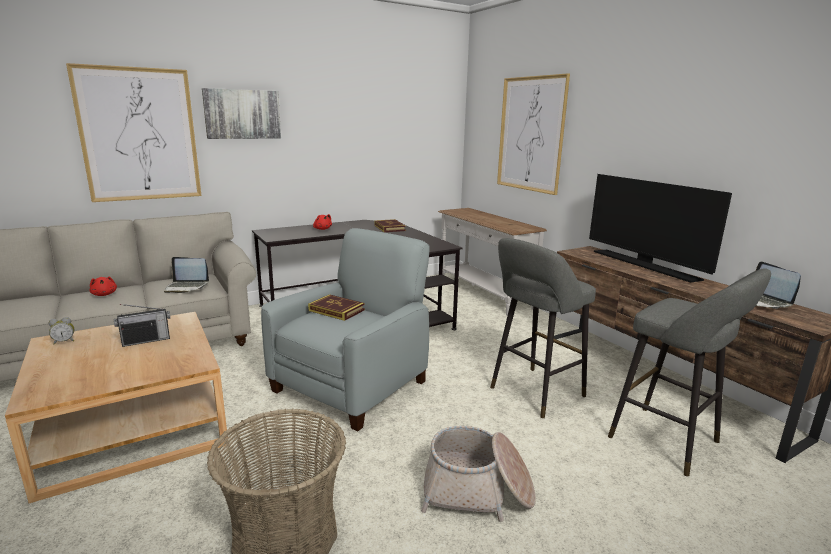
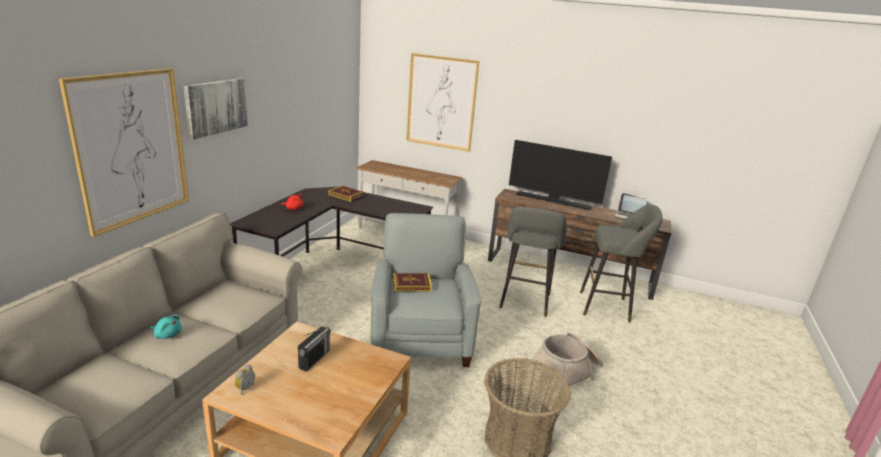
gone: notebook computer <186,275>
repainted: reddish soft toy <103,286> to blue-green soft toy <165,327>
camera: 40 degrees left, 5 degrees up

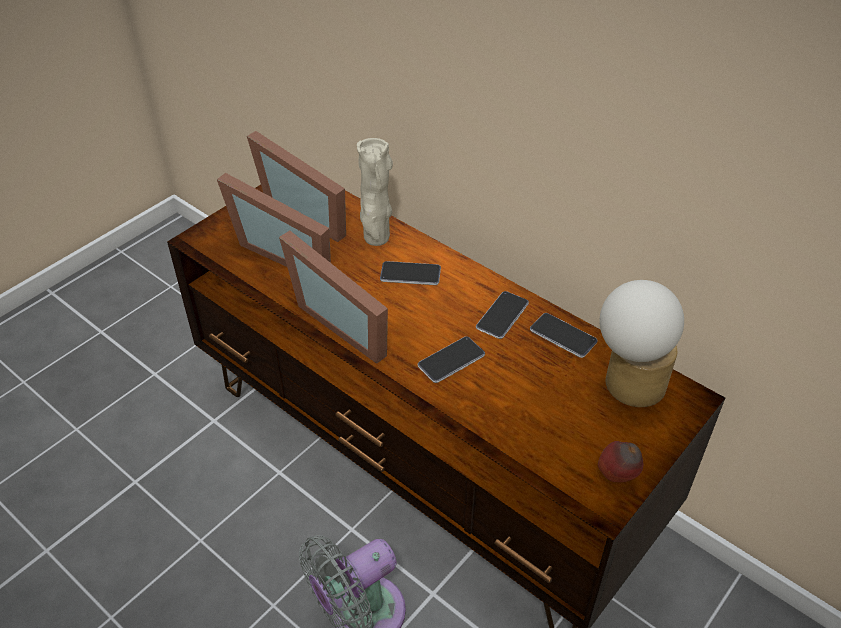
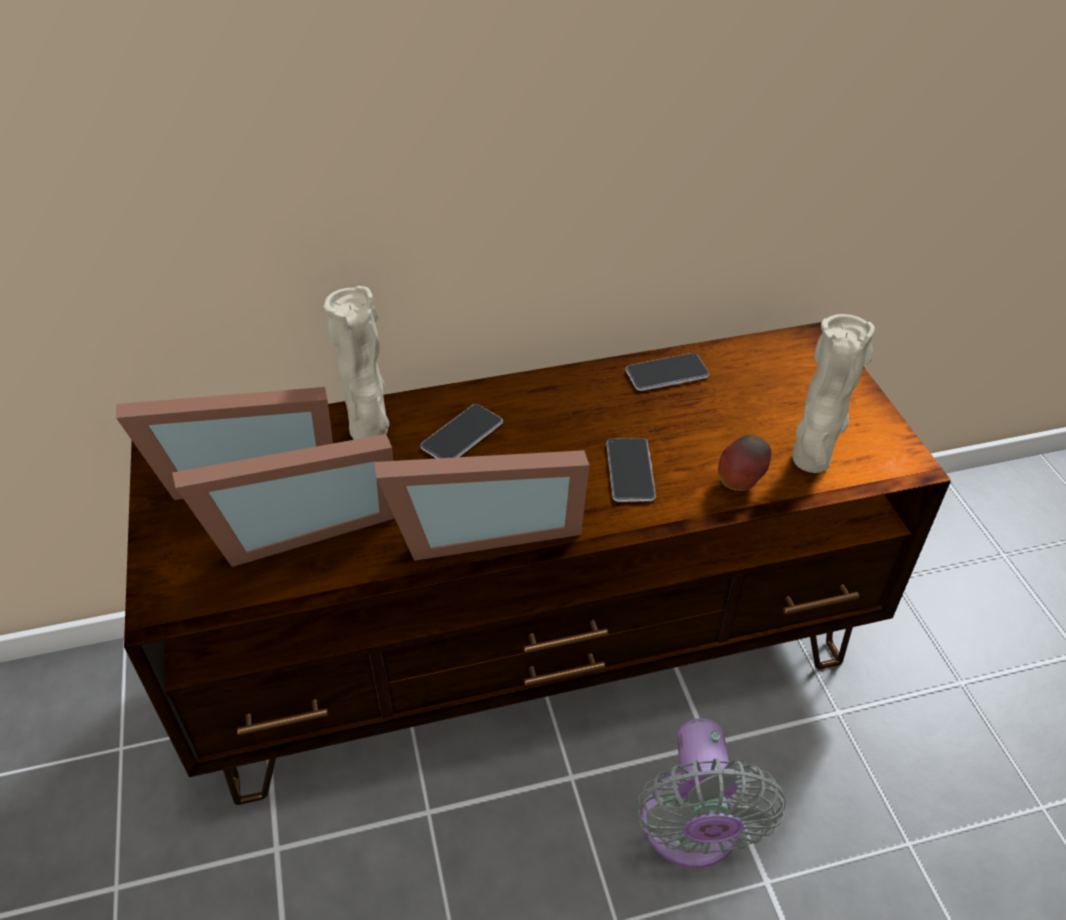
gone: phone <502,315>; table lamp <642,343>
new: beige vase <833,393>
shifted: apple <620,462> to <744,463>
camera: 55 degrees left, 0 degrees up

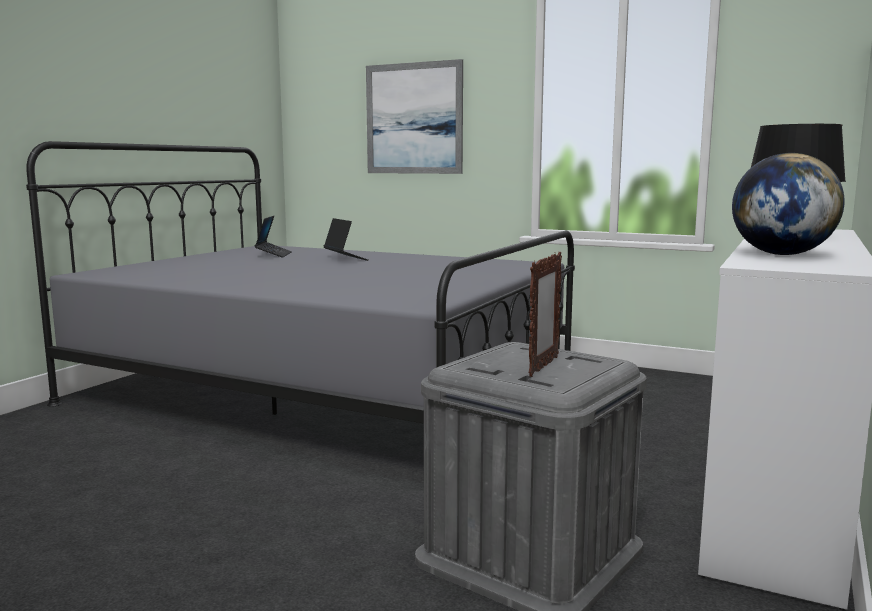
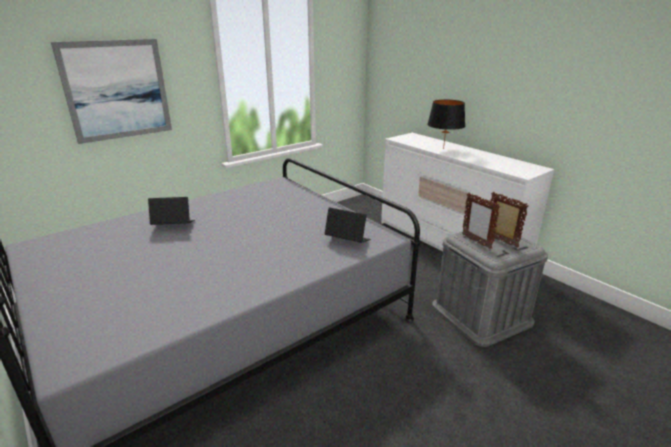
gone: desk globe <788,204>
new: standing frame <481,221>
shifted: notebook computer <273,236> to <347,225>
camera: 65 degrees left, 15 degrees up

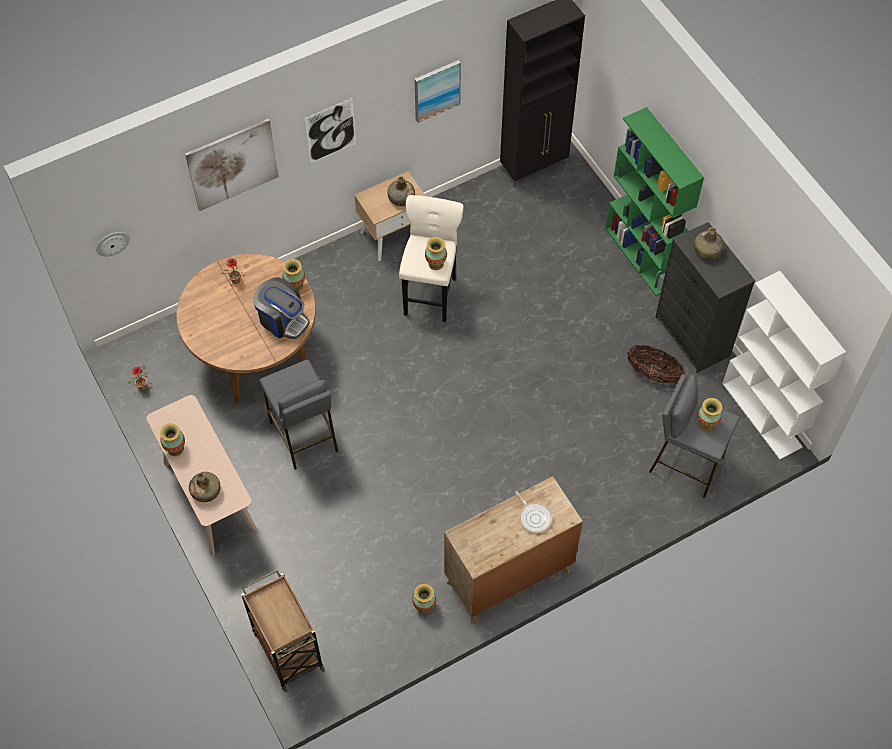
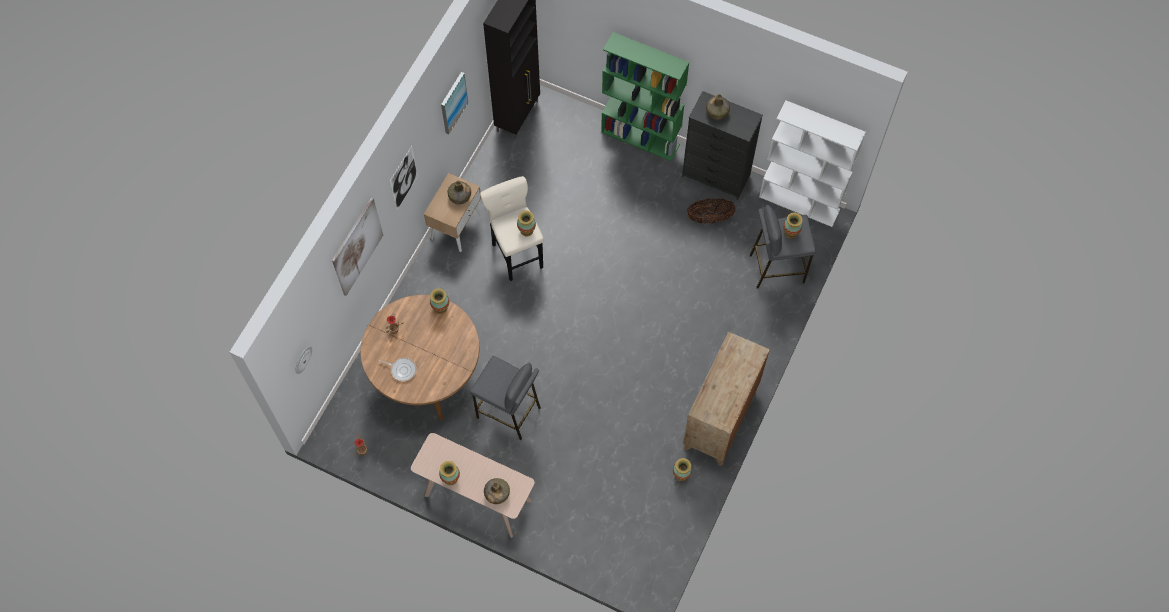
gone: brown trolley <283,631>; coffee maker <281,308>
shifted: skillet <534,512> to <398,369>
camera: 35 degrees left, 5 degrees up

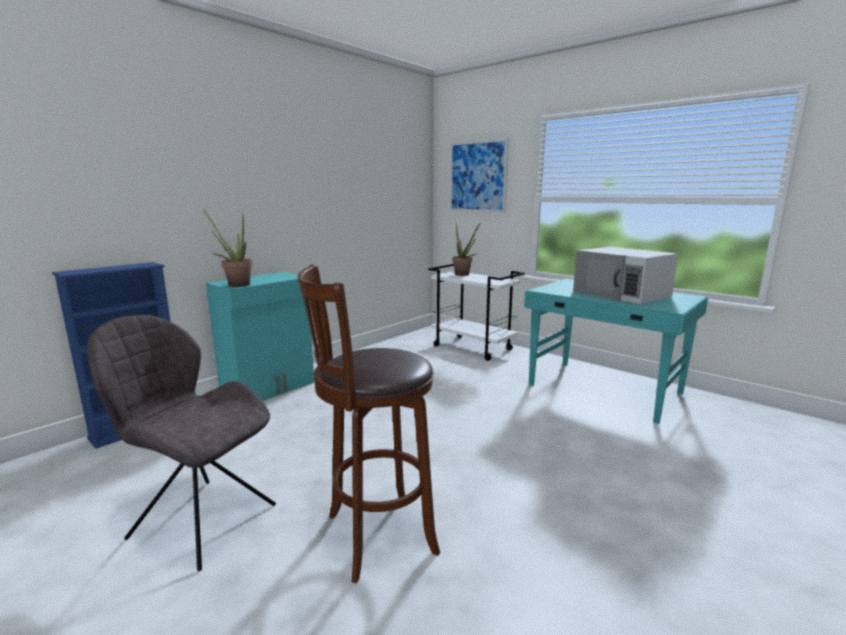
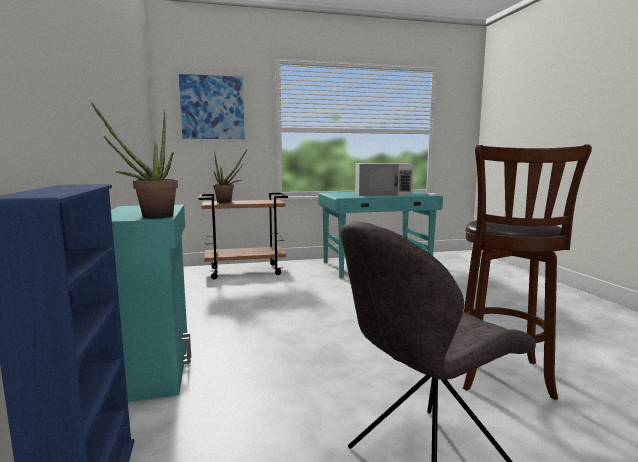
repainted: whitish trolley <476,312> to brown trolley <243,236>
camera: 55 degrees left, 5 degrees down

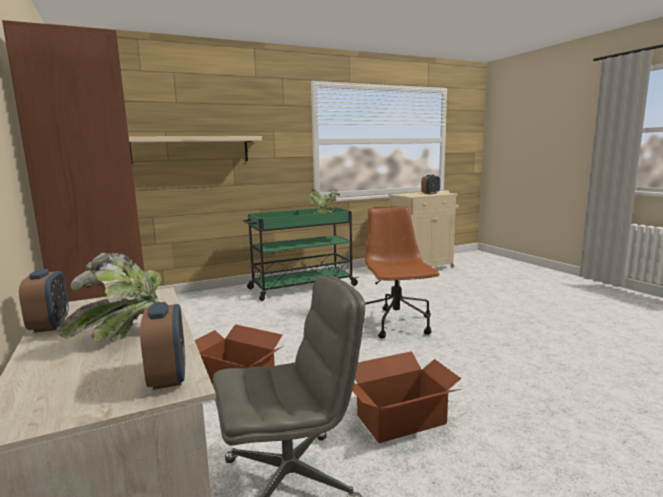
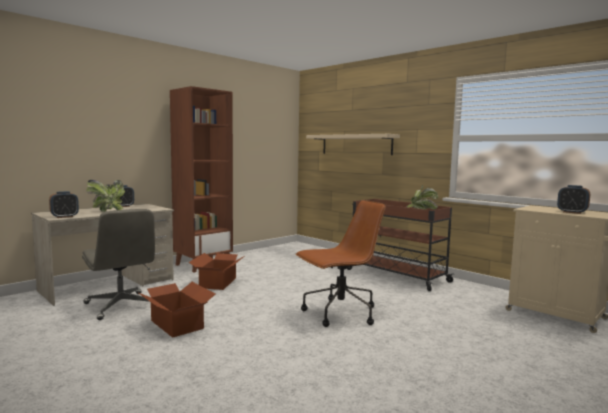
repainted: green trolley <301,254> to brown trolley <401,245>
camera: 70 degrees right, 5 degrees down

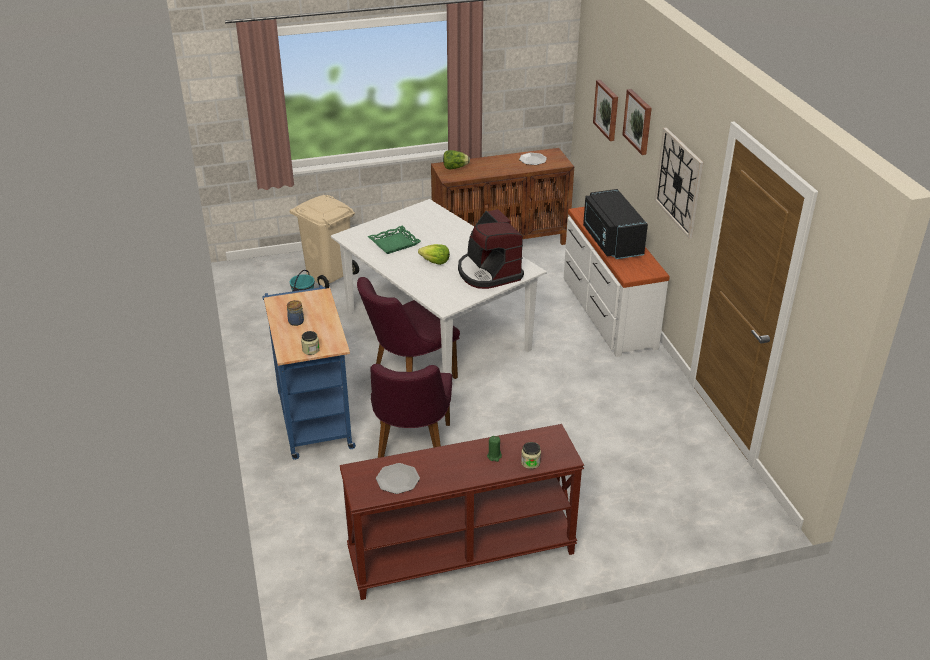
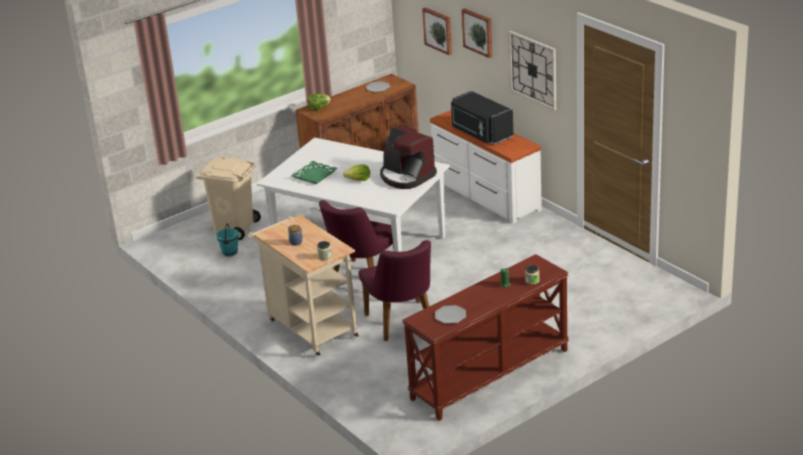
repainted: blue-coloured trolley <309,372> to beige trolley <304,286>
camera: 20 degrees left, 5 degrees down

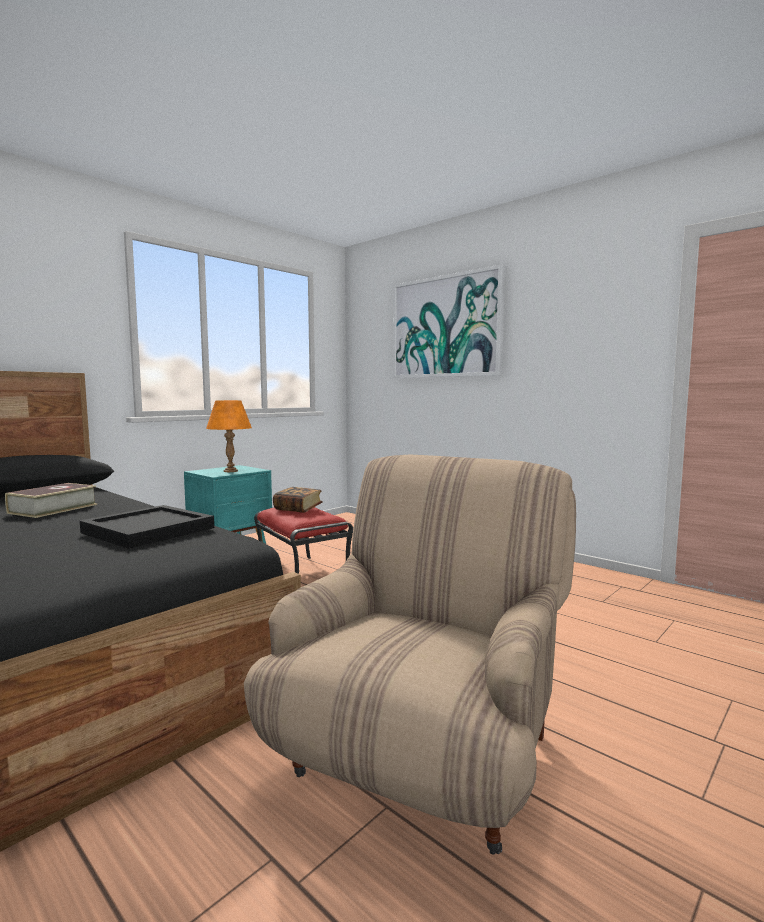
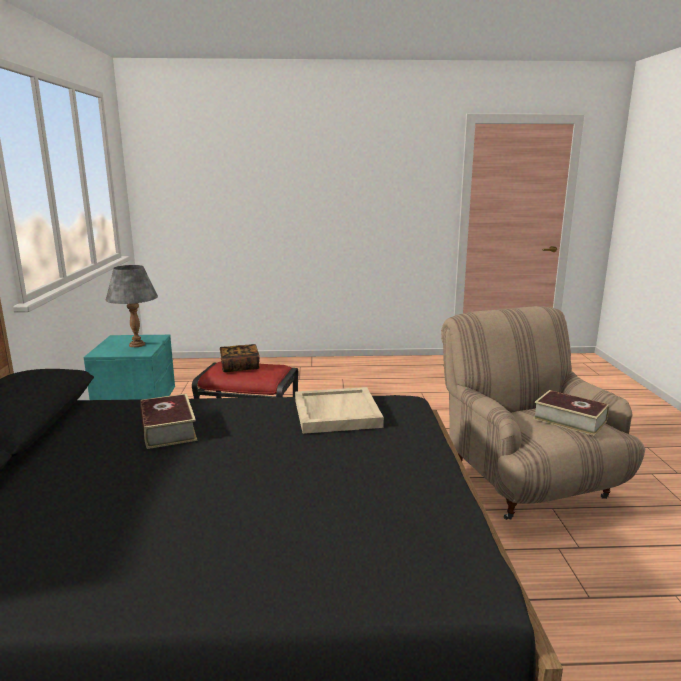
gone: picture <449,321>
new: bound book <571,413>
repainted: black-coloured tray <147,527> to beige tray <339,410>; orange-coloured table lamp <229,436> to gray table lamp <131,306>
camera: 45 degrees left, 10 degrees up

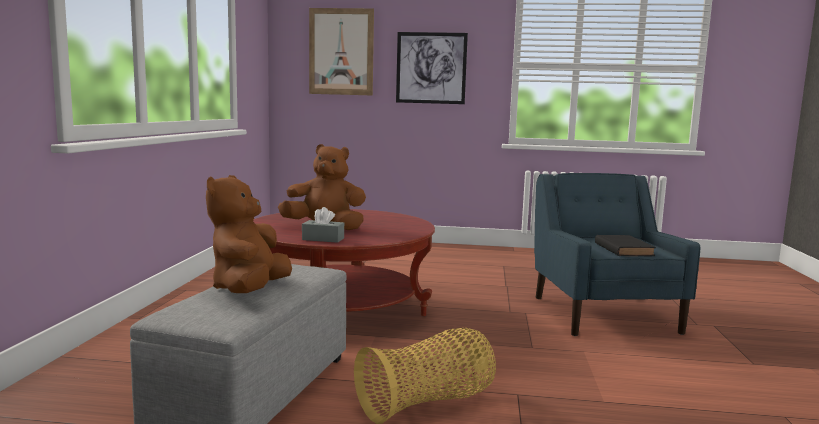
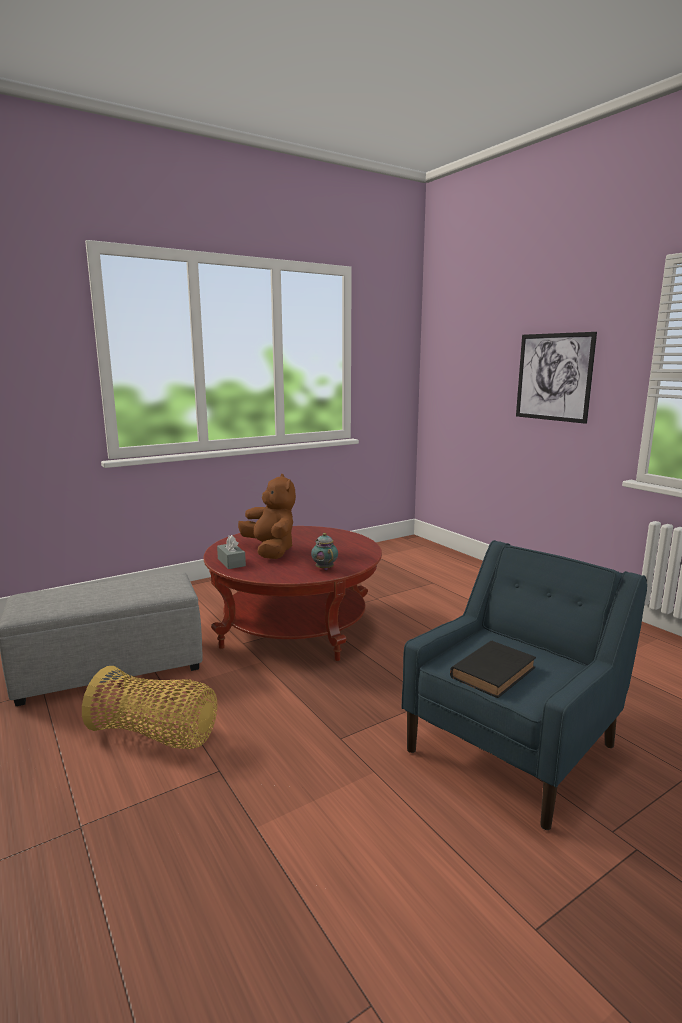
gone: brown soft toy <249,234>; picture <341,52>
new: tea pot <324,551>
camera: 50 degrees right, 5 degrees up

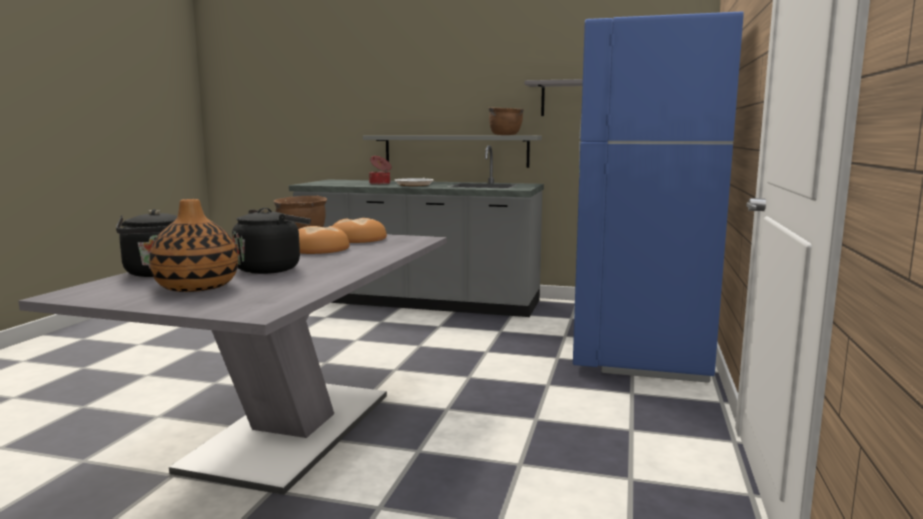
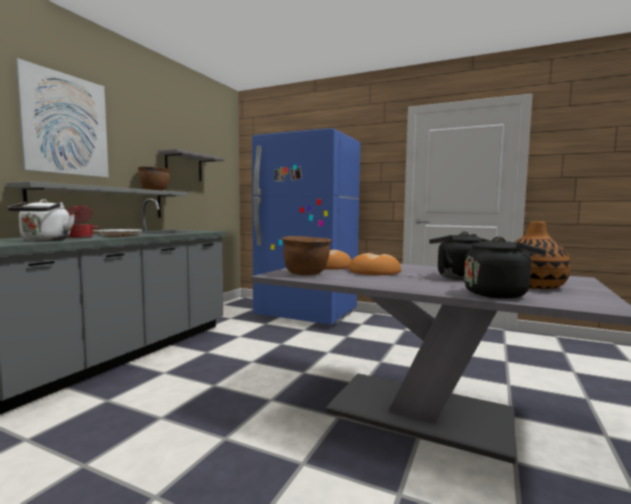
new: whitish water kettle <41,220>; picture <62,118>
camera: 80 degrees left, 5 degrees down

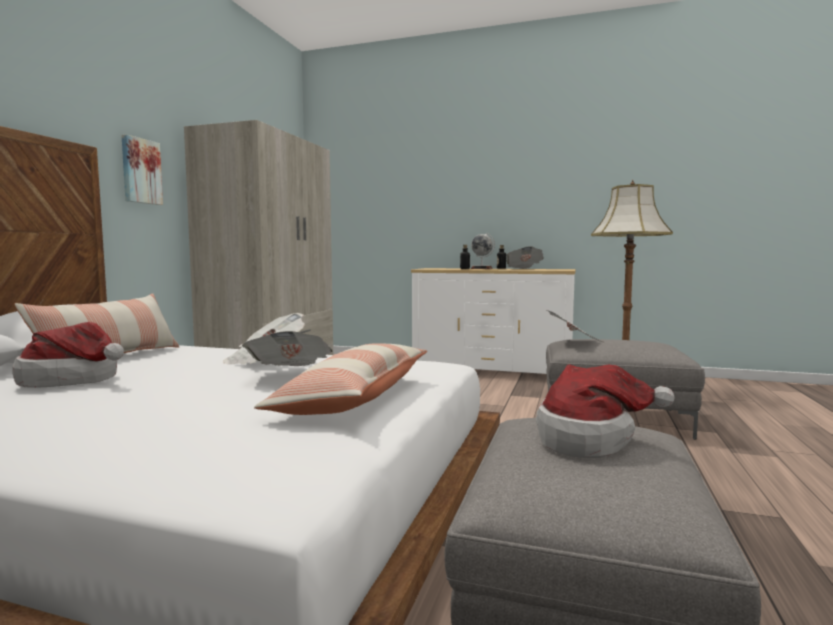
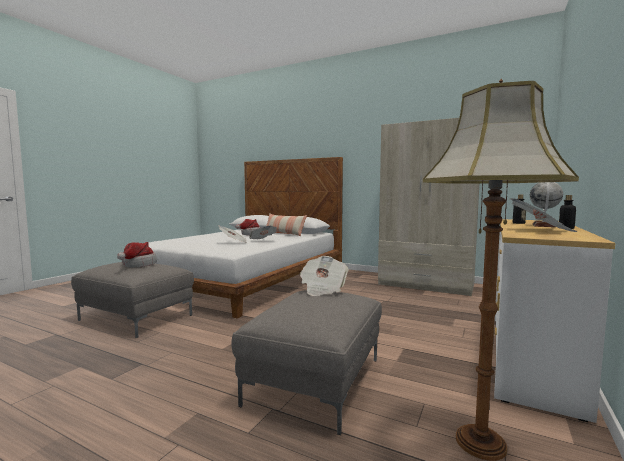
gone: picture <142,169>; pillow <340,379>
camera: 100 degrees right, 0 degrees up

